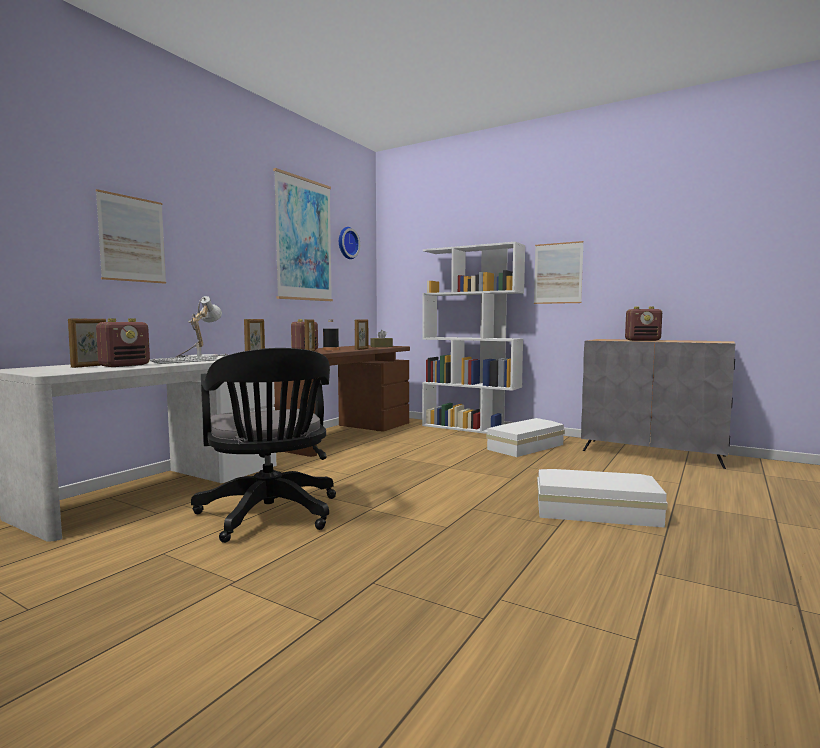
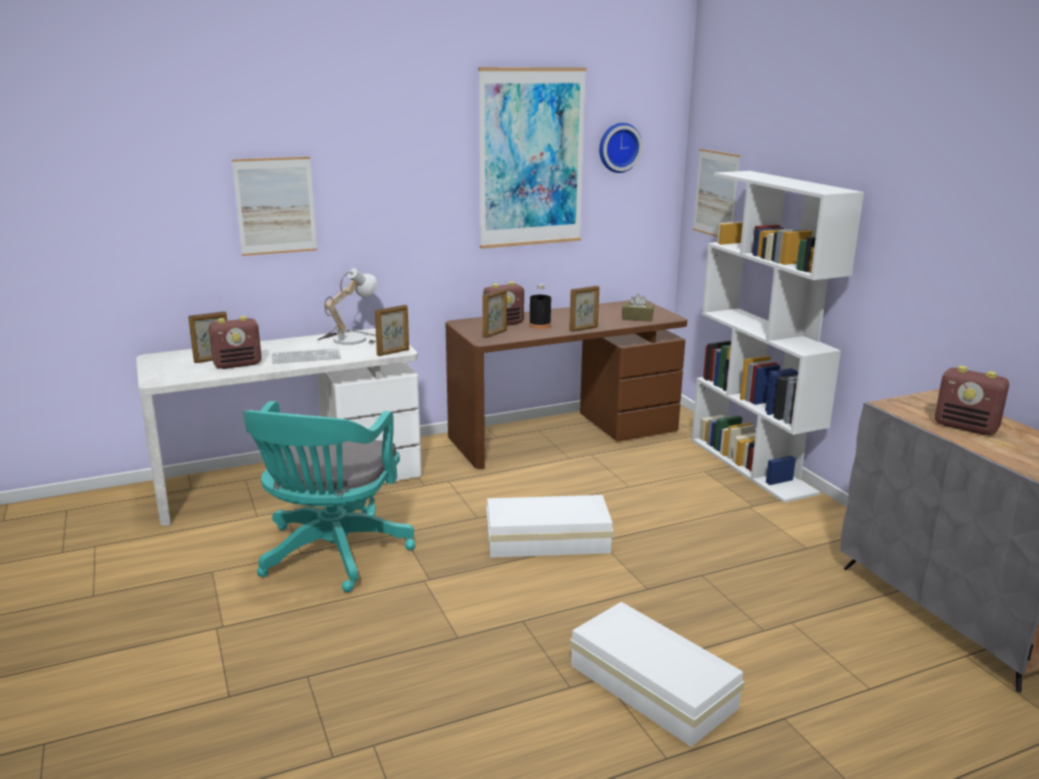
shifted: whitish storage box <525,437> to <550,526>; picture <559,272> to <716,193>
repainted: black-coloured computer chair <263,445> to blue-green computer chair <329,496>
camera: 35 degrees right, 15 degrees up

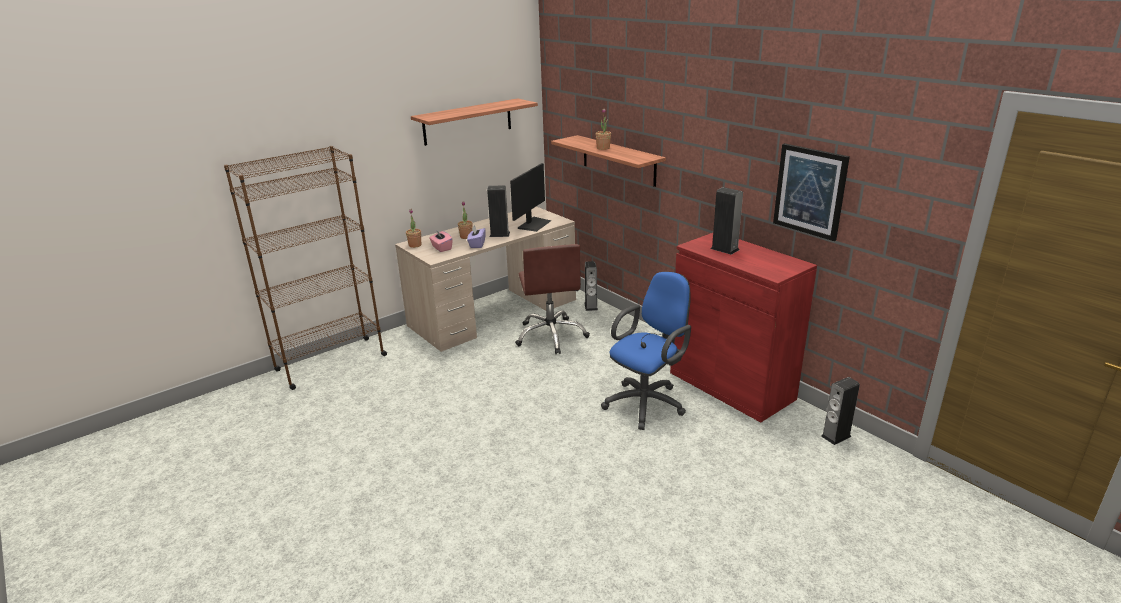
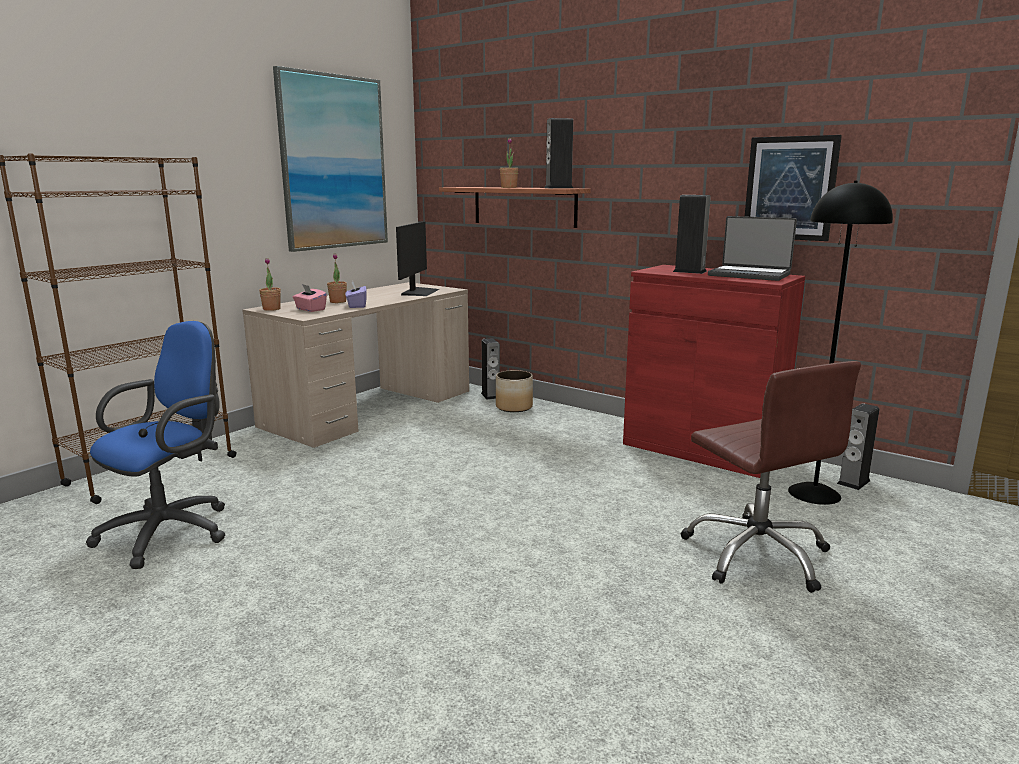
new: planter <514,391>; notebook computer <752,248>; black-coloured standing lamp <840,343>
shifted: loudspeaker <498,211> to <558,153>; brown computer chair <552,299> to <771,477>; blue-coloured computer chair <646,351> to <155,445>
swapped: shelf <474,122> to picture <330,159>
camera: 15 degrees left, 10 degrees down

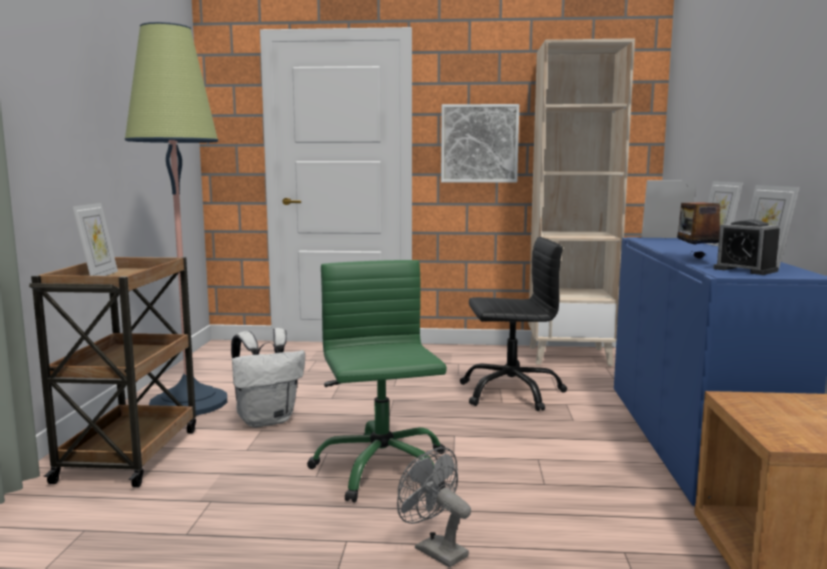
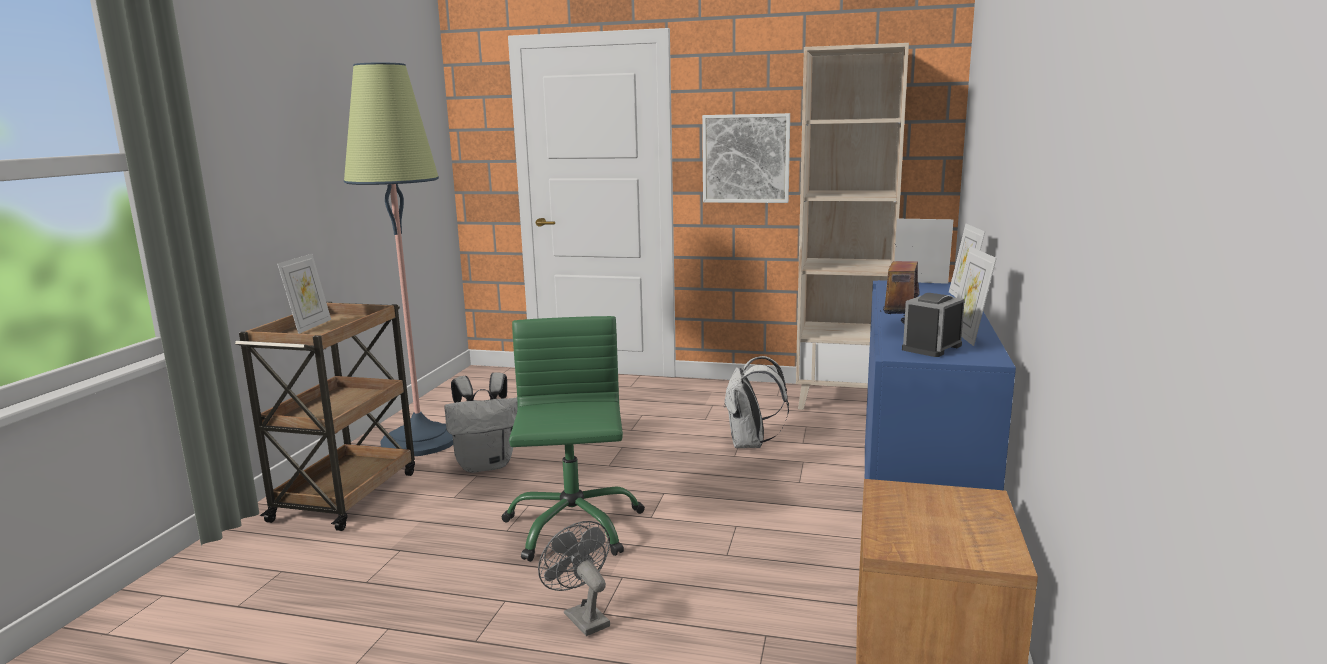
swapped: black-coloured computer chair <513,324> to whitish backpack <756,402>
rotated: table clock <747,247> = <933,325> 75 degrees clockwise
camera: 10 degrees right, 5 degrees up

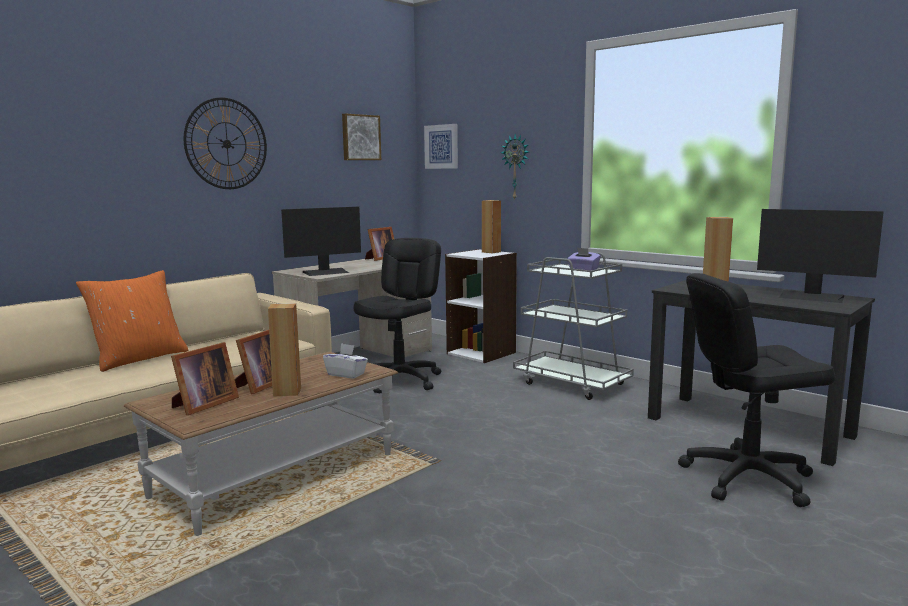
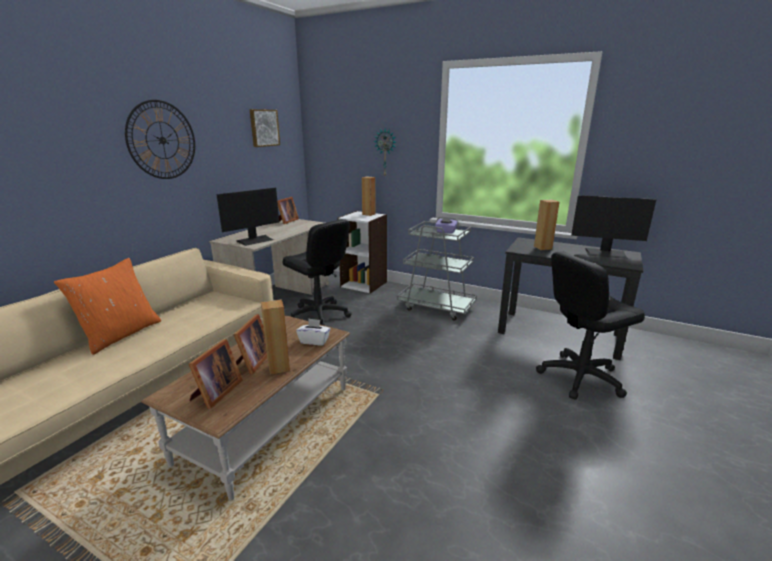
gone: picture <441,146>
rotated: black-coloured computer chair <397,315> = <317,272> 120 degrees clockwise
camera: 15 degrees left, 10 degrees up

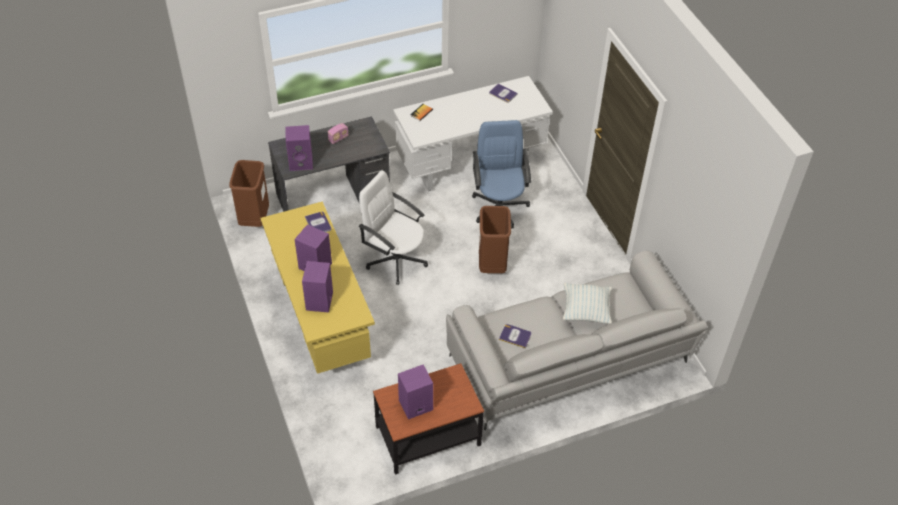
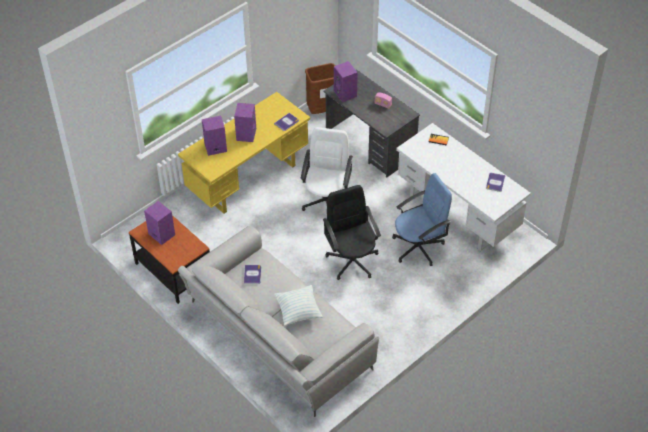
swapped: brown rubbish bin <495,239> to black-coloured computer chair <352,232>
camera: 70 degrees right, 0 degrees up

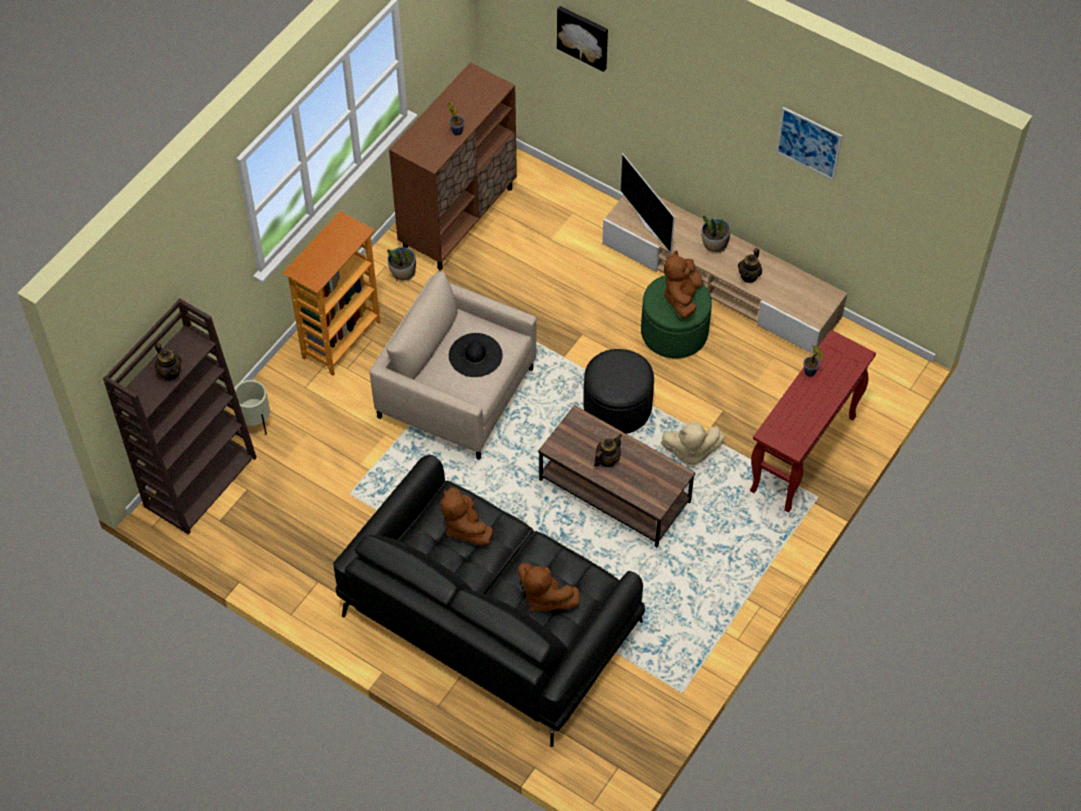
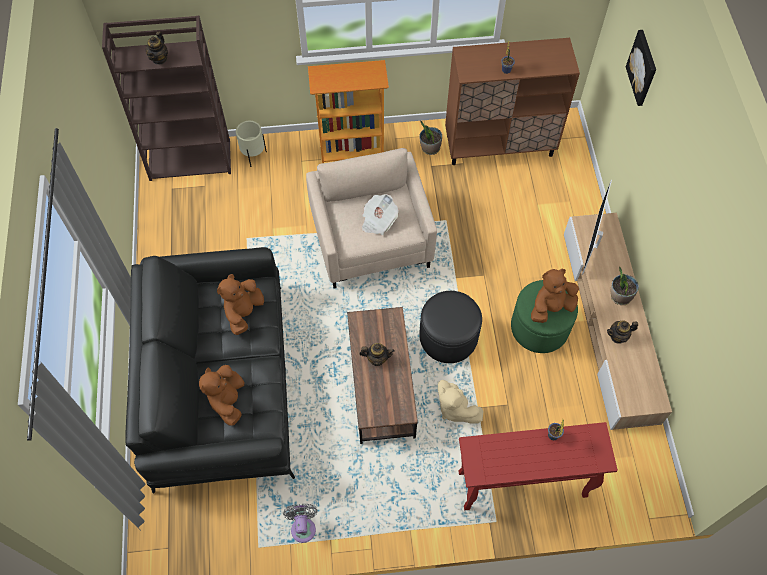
gone: picture <809,143>
new: gray cooling fan <300,523>
swapped: black-coloured clothing hat <476,355> to printed paper <380,214>
camera: 50 degrees right, 5 degrees up

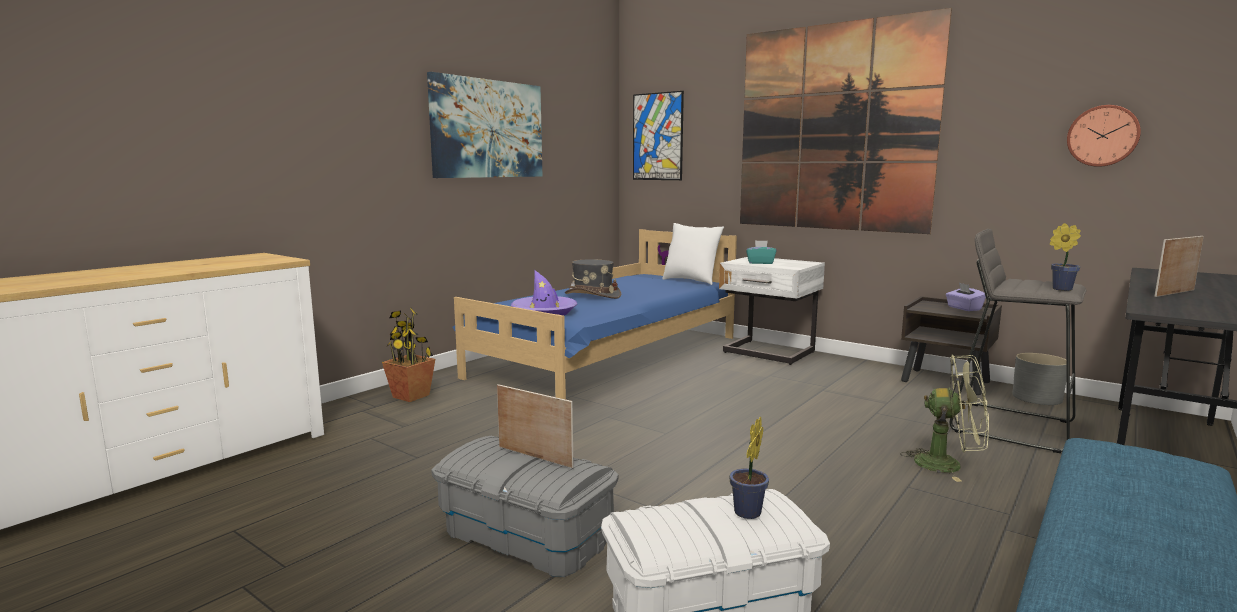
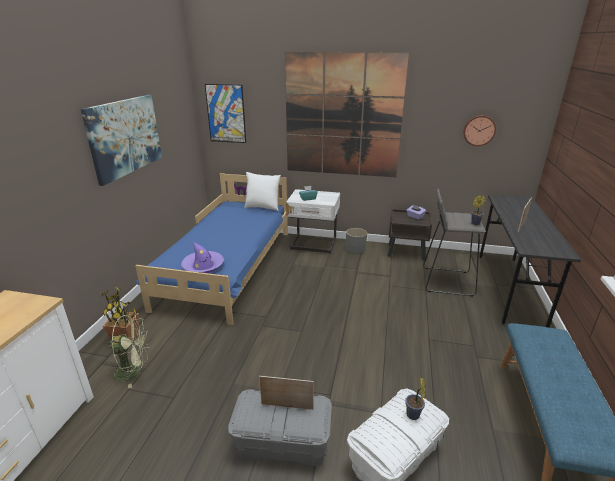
gone: gray clothing hat <593,279>
shifted: green cooling fan <944,418> to <129,351>; gray planter <1039,379> to <356,241>
camera: 25 degrees left, 15 degrees up

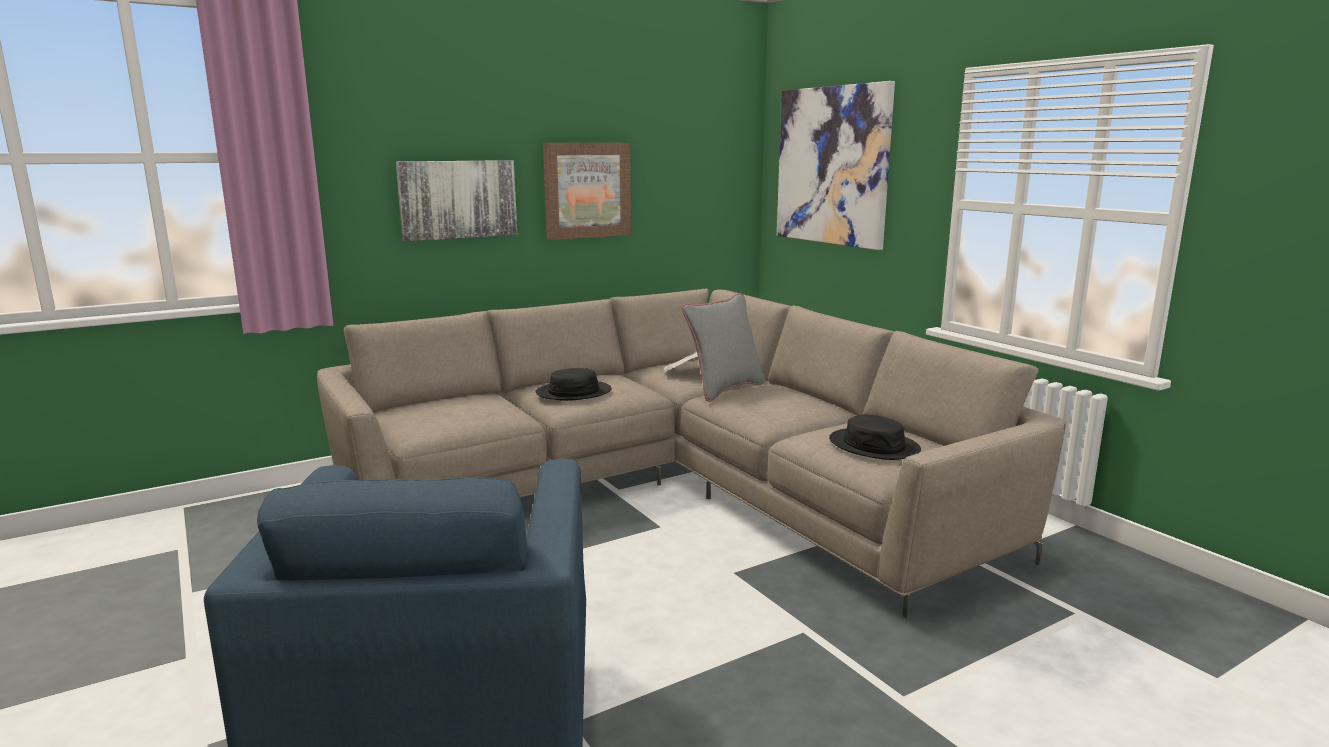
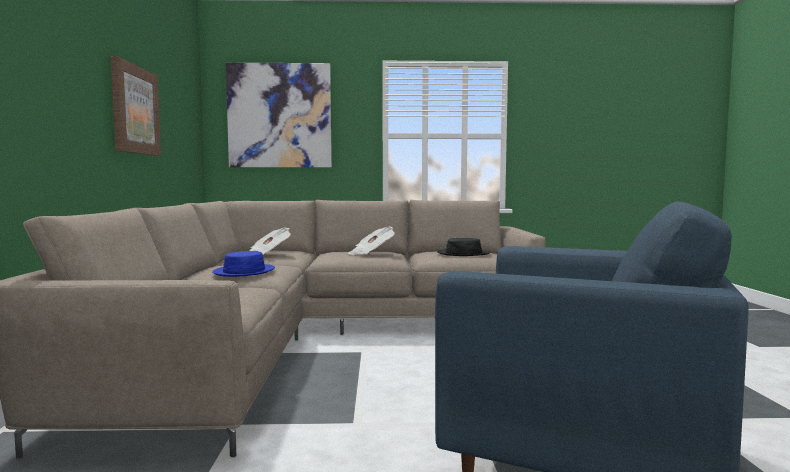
gone: picture <456,200>; gray pillow <723,347>
new: printed paper <371,241>
repainted: black-coloured clothing hat <574,384> to blue-coloured clothing hat <243,264>
camera: 60 degrees left, 10 degrees down

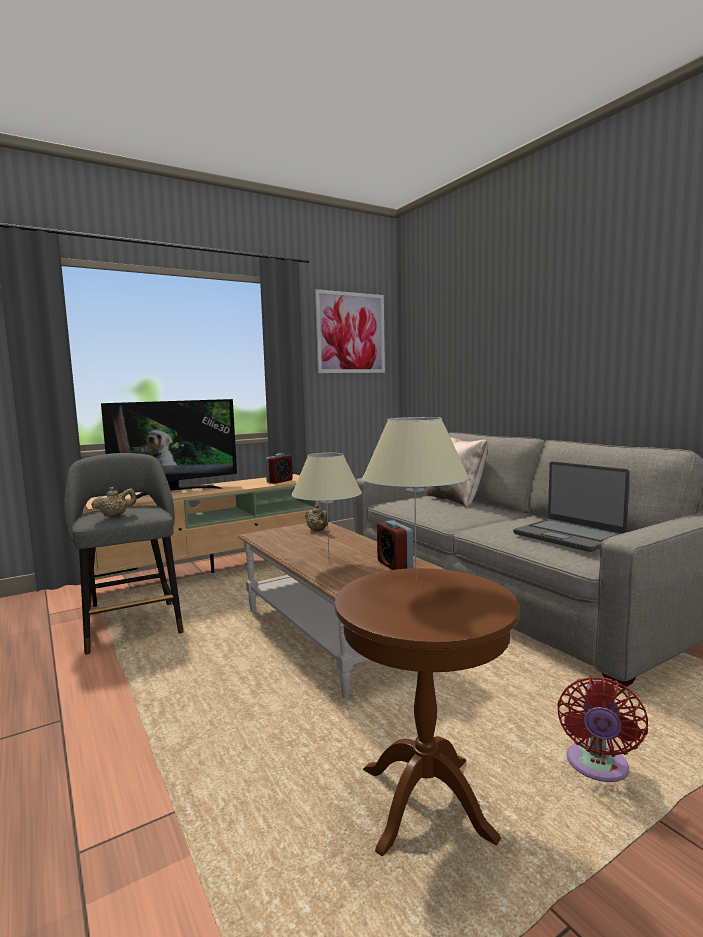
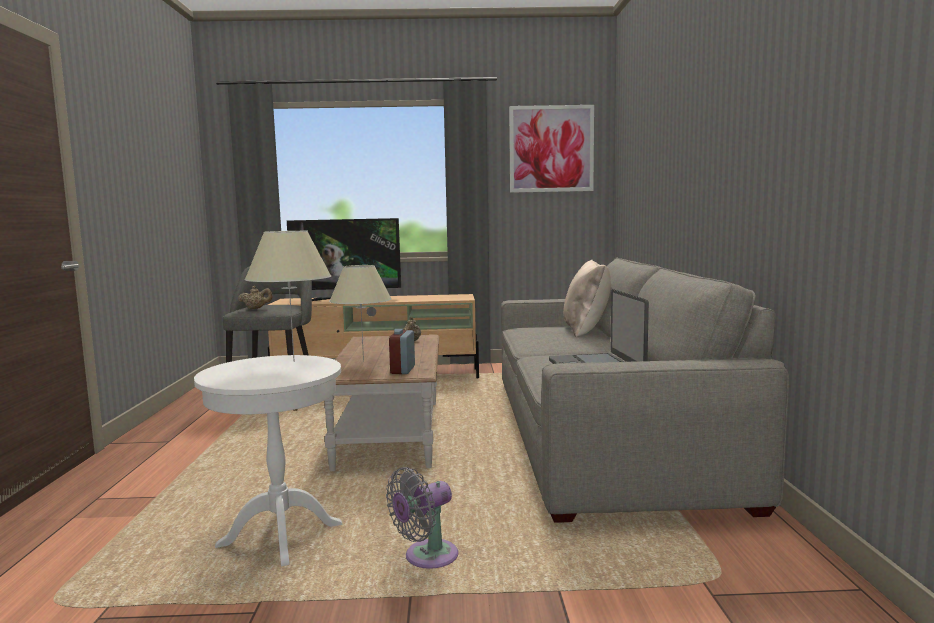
gone: table clock <279,468>
repainted: brown accent table <427,712> to whitish accent table <268,460>; reddish cooling fan <602,729> to gray cooling fan <422,518>
camera: 30 degrees right, 0 degrees up

